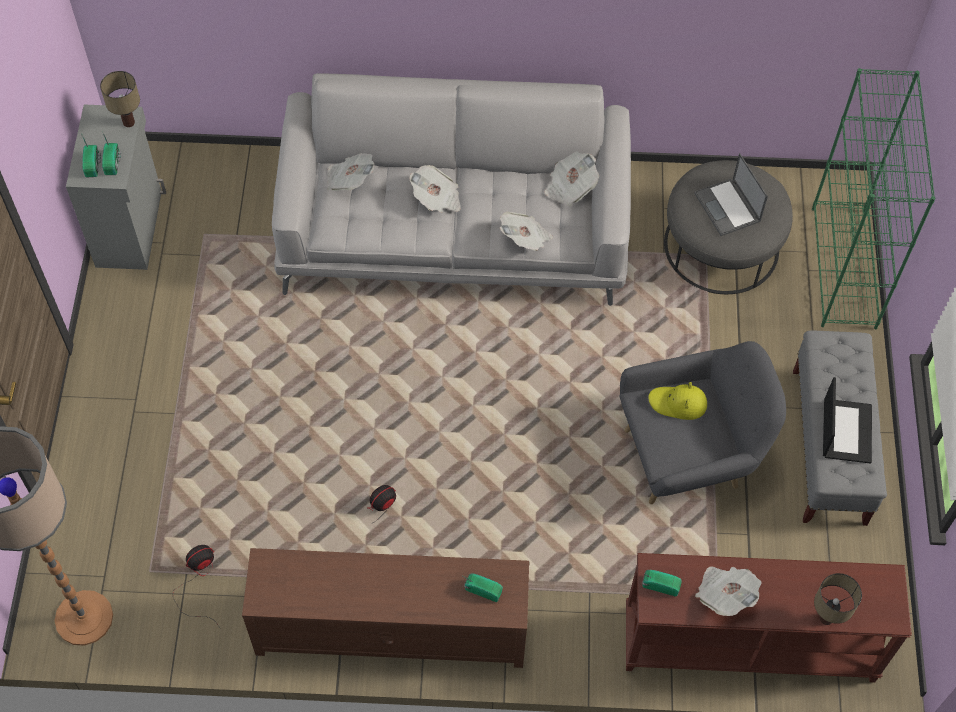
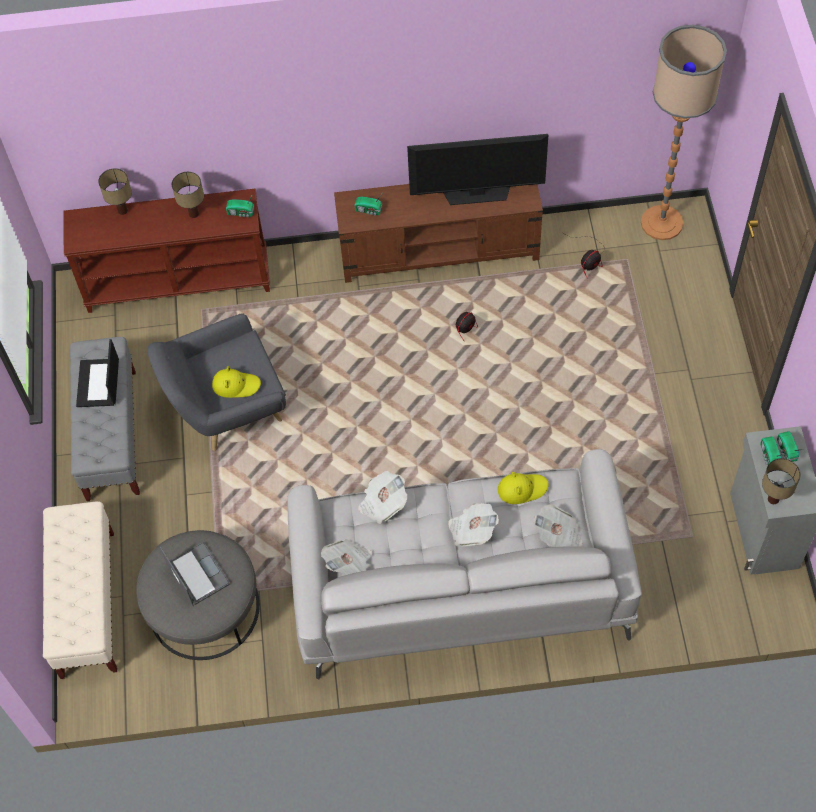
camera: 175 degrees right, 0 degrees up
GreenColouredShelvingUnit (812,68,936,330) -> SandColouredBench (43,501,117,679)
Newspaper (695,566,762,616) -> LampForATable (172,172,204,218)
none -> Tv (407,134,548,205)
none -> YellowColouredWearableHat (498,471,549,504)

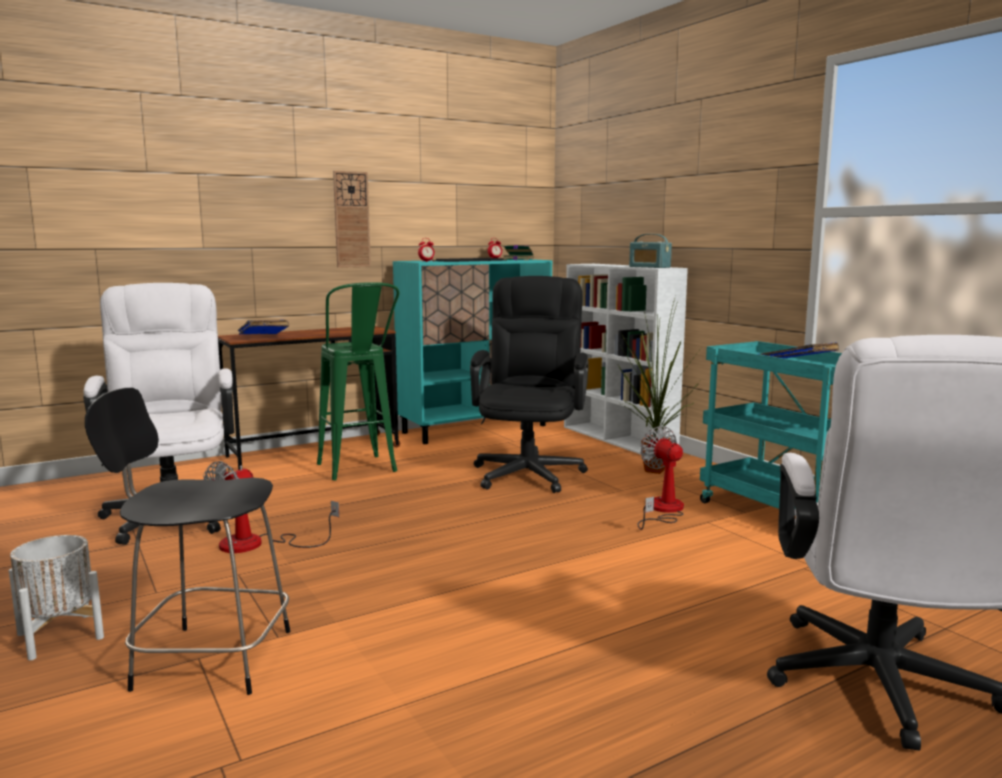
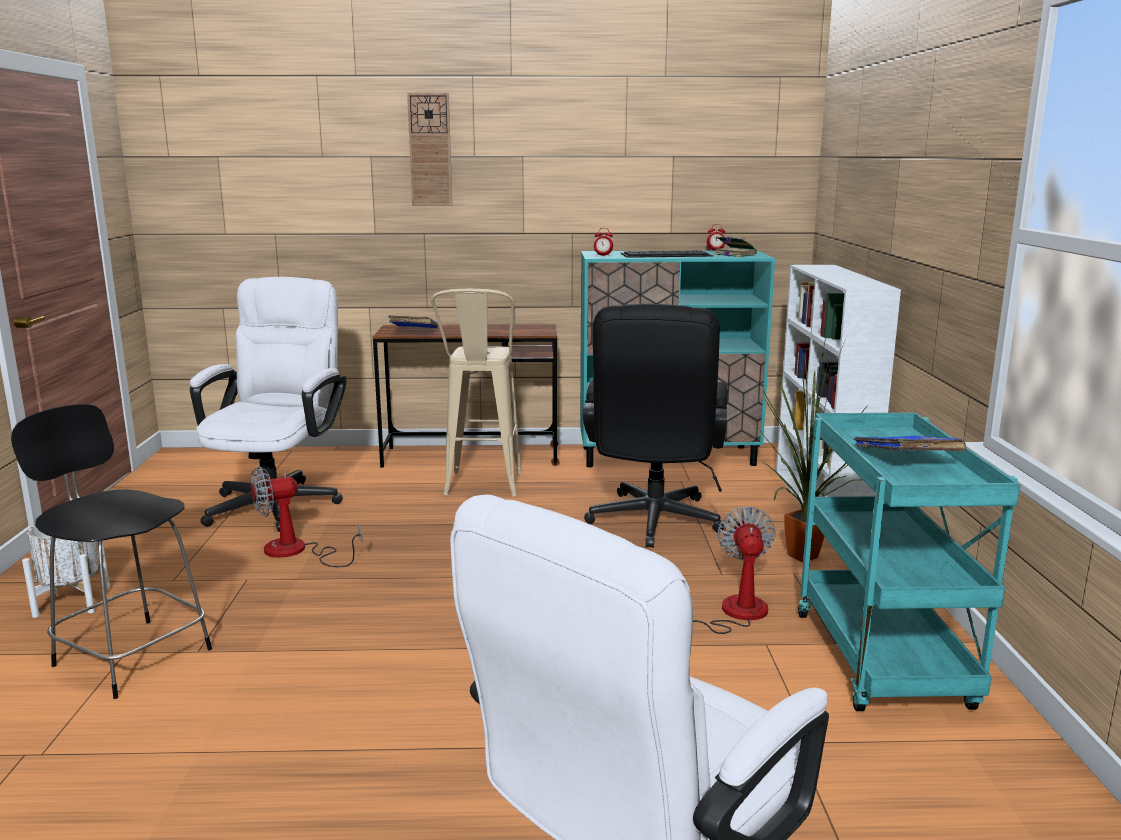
camera: 30 degrees right, 5 degrees up
ClockOnTheWall (333,171,371,268) -> ClockOnTheWall (407,93,452,206), move
GreenColouredStoolSeat (317,282,399,480) -> SandColouredStoolSeat (431,289,522,497)
BlackishComputerChair (470,276,589,493) -> BlackishComputerChair (583,304,728,548), 150 degrees clockwise
RadioSet (629,234,672,268) -> none

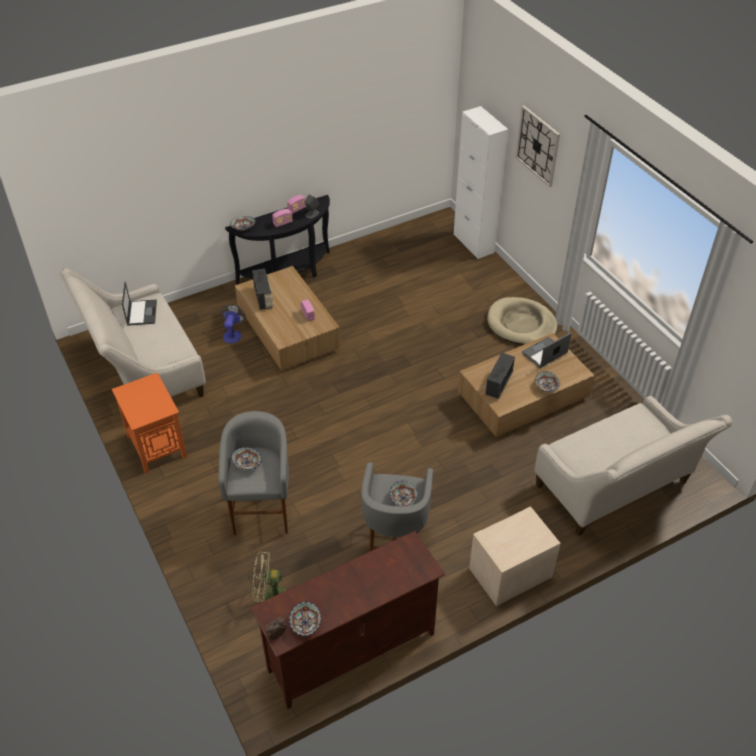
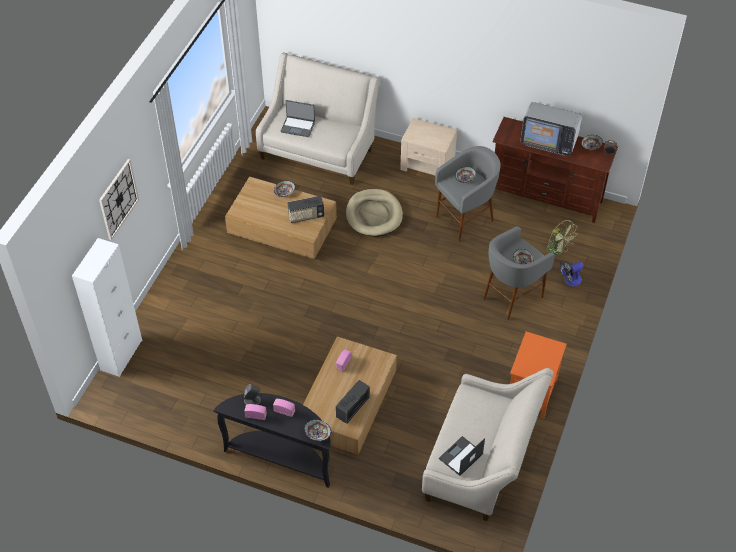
camera: 130 degrees left, 5 degrees up
PortableComputer (522,332,572,368) -> PortableComputer (281,100,315,137), move
SandColouredDogBed (487,297,558,345) -> SandColouredDogBed (346,189,403,236), move
none -> Tv (521,102,582,156)
Fan (221,305,246,343) -> Fan (559,261,583,286), move

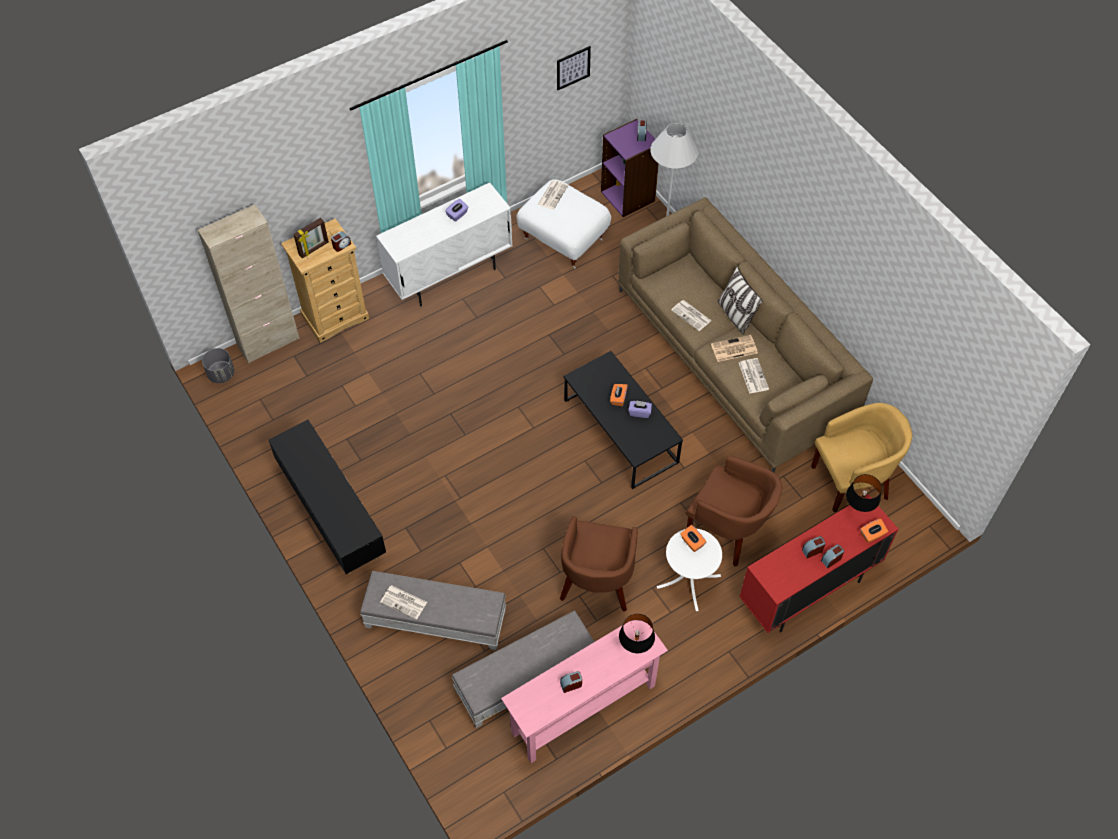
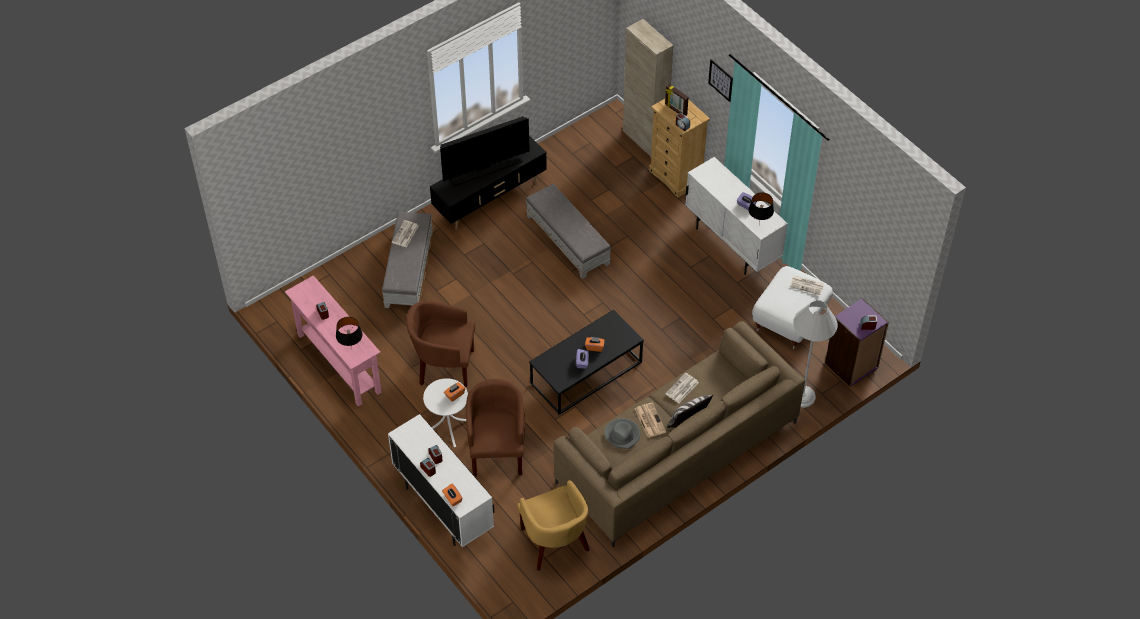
camera: 85 degrees right, 5 degrees down
RedCabinet (739,494,899,633) -> WhiteColouredCabinet (388,414,494,547)
none -> Tv (440,116,530,186)
BrownArmchair (686,456,782,567) -> BrownArmchair (466,379,525,477), 150 degrees clockwise
GreyFootrest (452,611,594,728) -> GreyFootrest (526,184,611,279), move
Newspaper (739,358,769,394) -> GreyWearableHat (605,418,640,449)
Picture (557,46,591,90) -> Picture (708,59,733,102), move
BlackishLampForATable (846,474,882,512) -> BlackishLampForATable (749,192,774,225), move
GreyFlowerPot (202,348,235,383) -> none

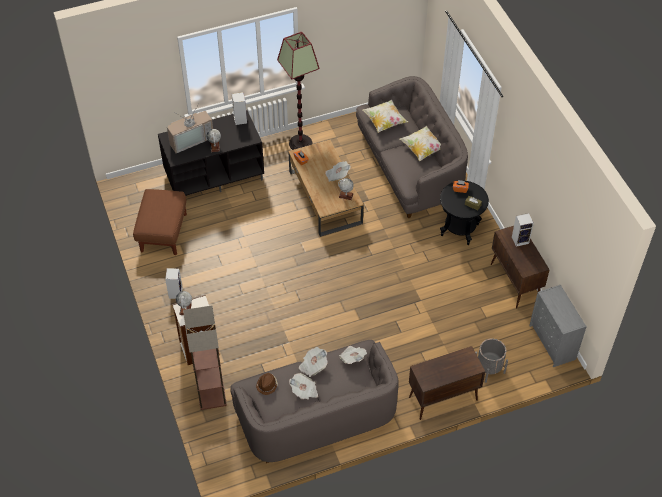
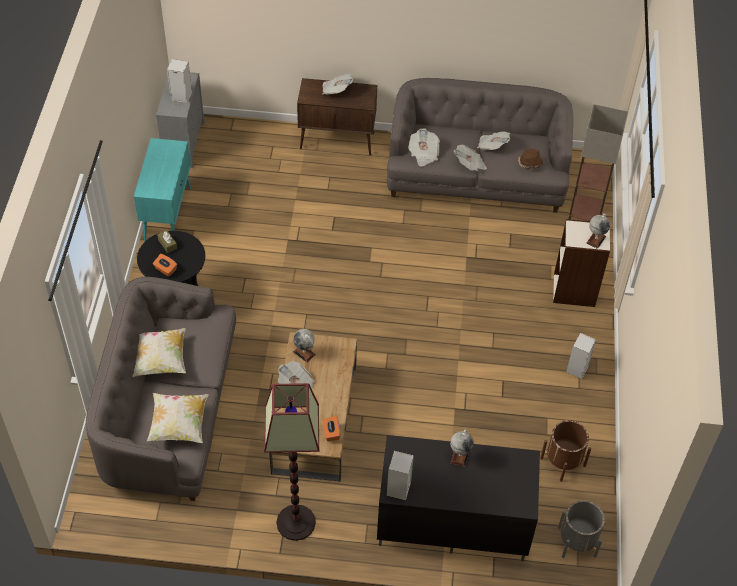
camera: 155 degrees left, 0 degrees up
BrownCabinet (491,226,550,309) -> TurquoiseColouredCabinet (134,138,191,242)
Speaker (512,213,534,247) -> Speaker (167,59,192,103), move
none -> Newspaper (322,74,353,95)
BrownFootrest (133,189,187,255) -> BrownFlowerPot (540,420,591,482)
GreyFlowerPot (475,338,508,383) -> GreyFlowerPot (558,500,605,558), move
Tv (167,102,213,153) -> none

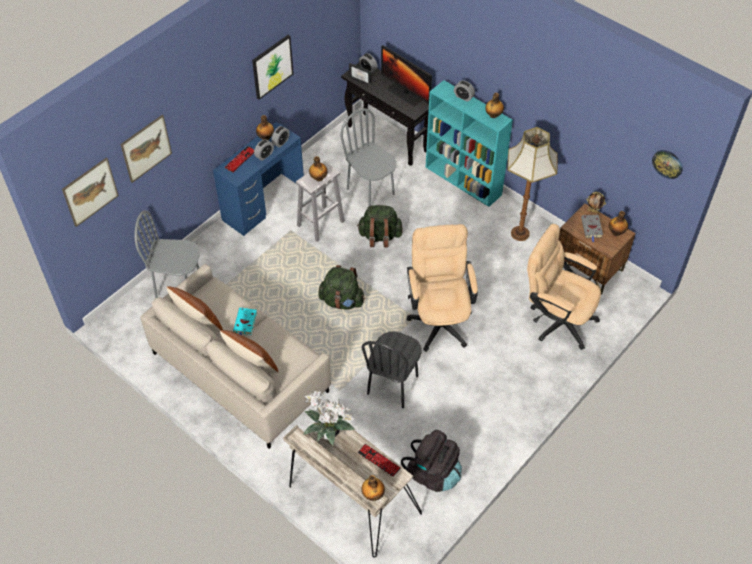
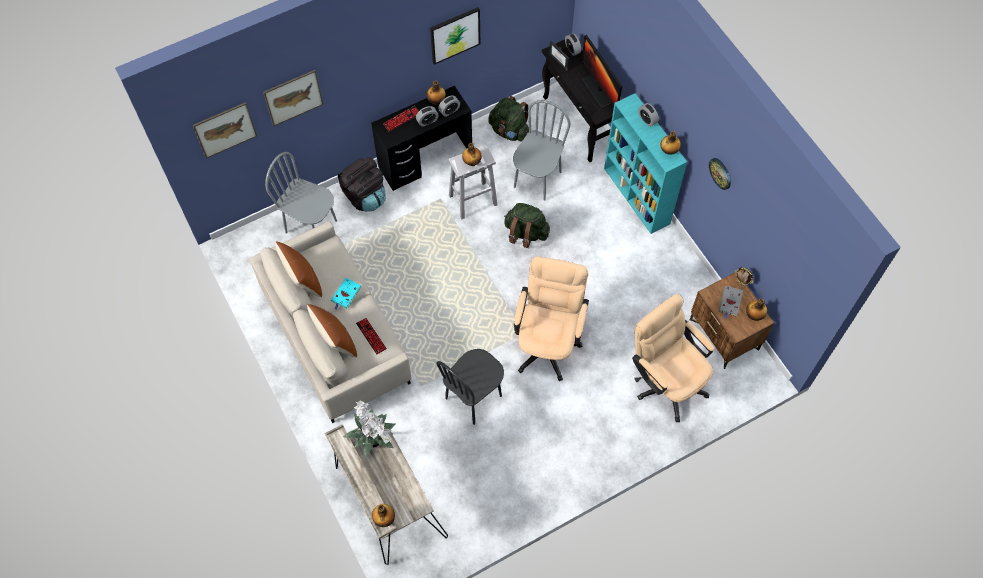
camera: 20 degrees right, 10 degrees up
BlackishKnapsack (401,430,462,492) -> BlackishKnapsack (338,157,386,212), move
ComputerKeyboard (358,444,401,477) -> ComputerKeyboard (356,318,387,354), move
BluishDeskUnit (213,122,304,236) -> BlackishDeskUnit (371,86,472,191)
GreenColouredKnapsack (318,265,365,310) -> GreenColouredKnapsack (488,96,529,142), move
GreyChair (340,108,397,206) -> GreyChair (513,100,570,201), 45 degrees clockwise
ClockOnTheWall (652,150,683,179) -> ClockOnTheWall (709,158,731,190), move
StandardLamp (507,127,557,241) -> none

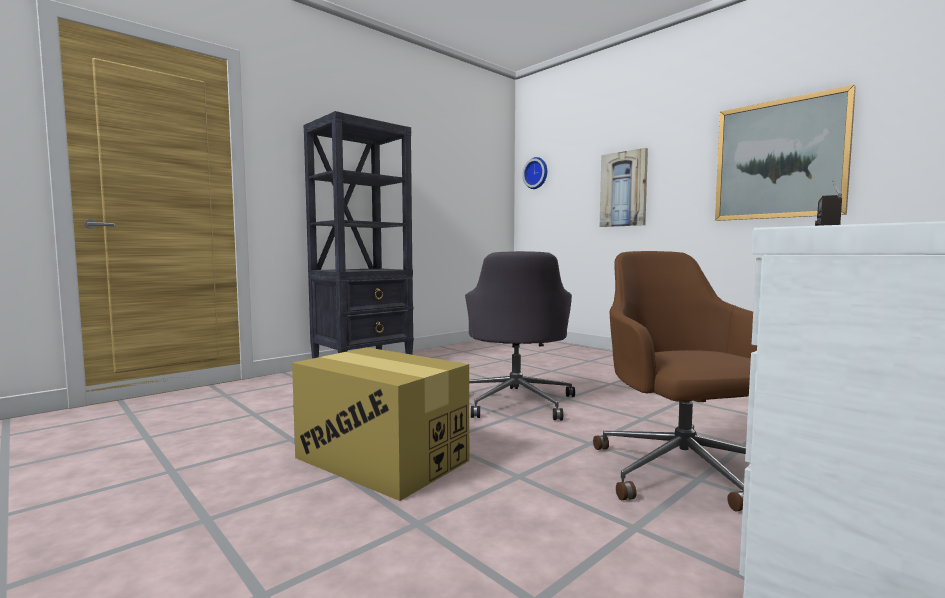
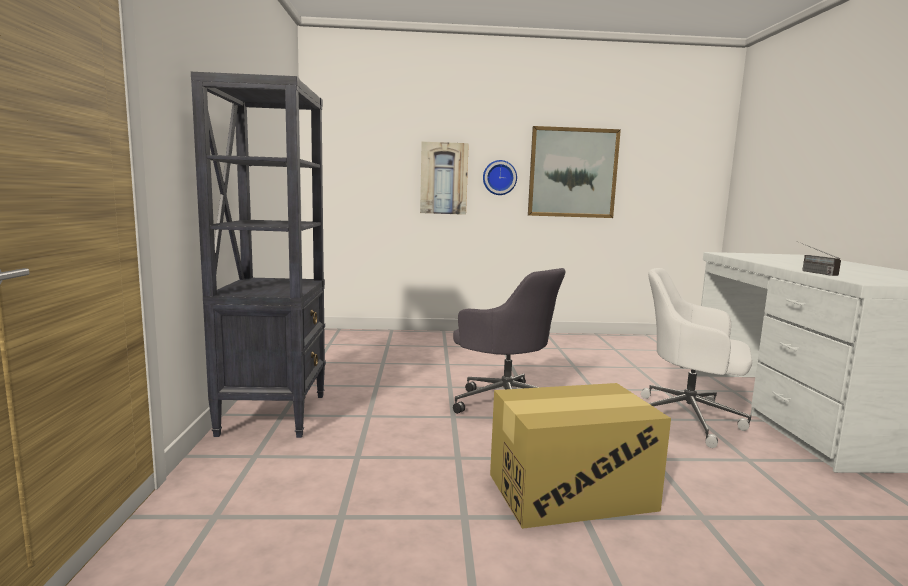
camera: 50 degrees left, 5 degrees up
ClockOnTheWall (522,157,547,189) -> ClockOnTheWall (483,160,517,195), move
BrownComputerChair (593,251,757,511) -> WhiteColouredComputerChair (641,268,752,448)

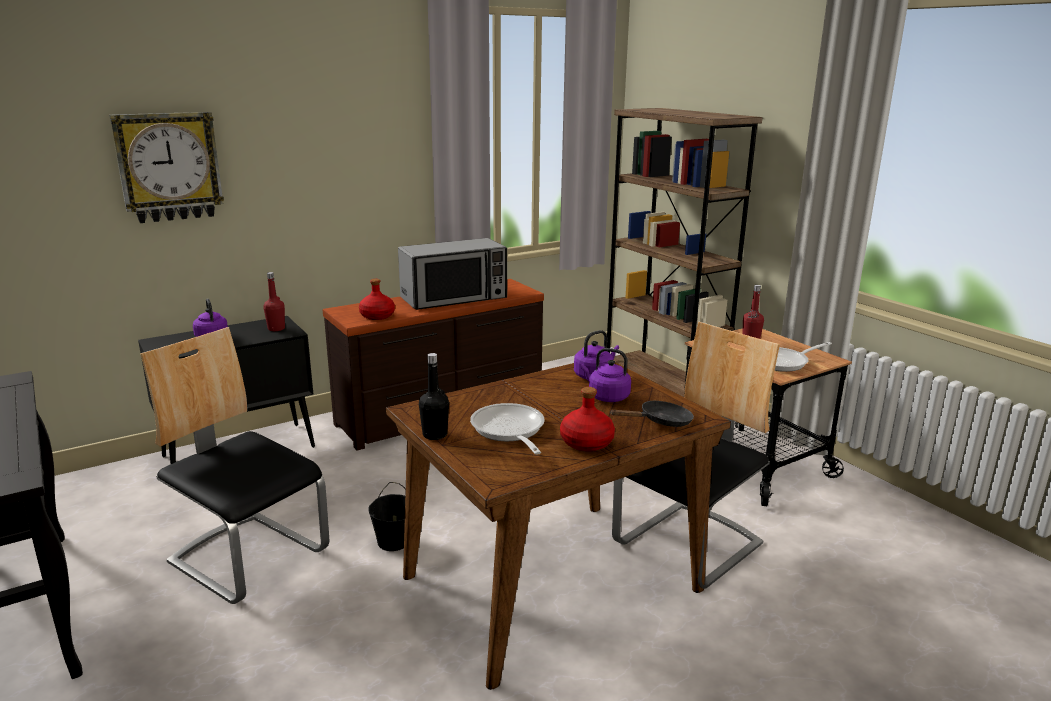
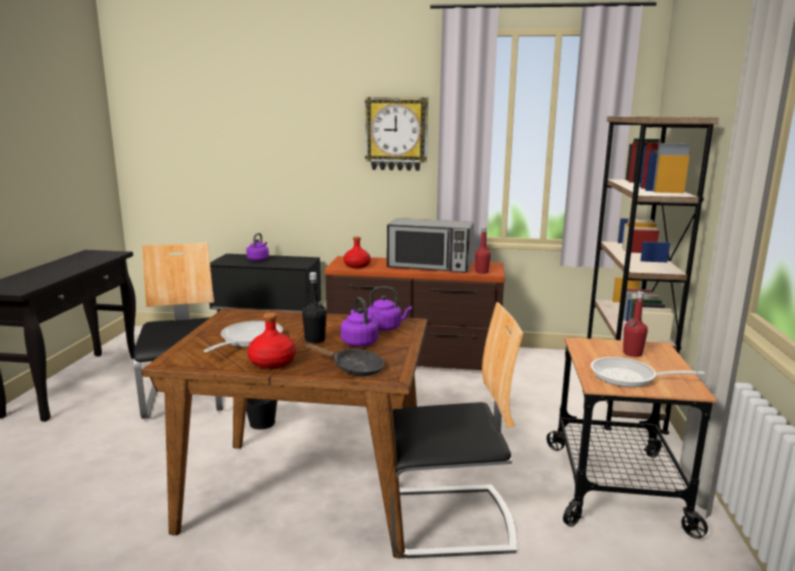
camera: 40 degrees right, 5 degrees down
BlackishBottle (419,353,449,440) -> BlackishBottle (302,272,327,343), move
ClockOnTheWall (109,112,224,223) -> ClockOnTheWall (365,97,428,171), move
RedBottle (263,272,285,331) -> RedBottle (475,227,491,274), move

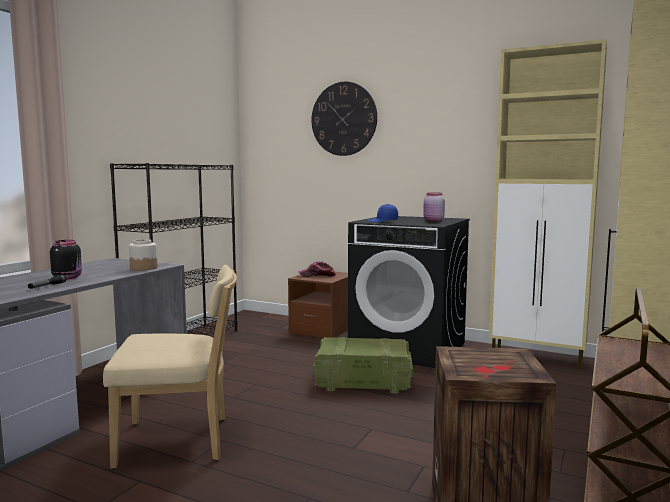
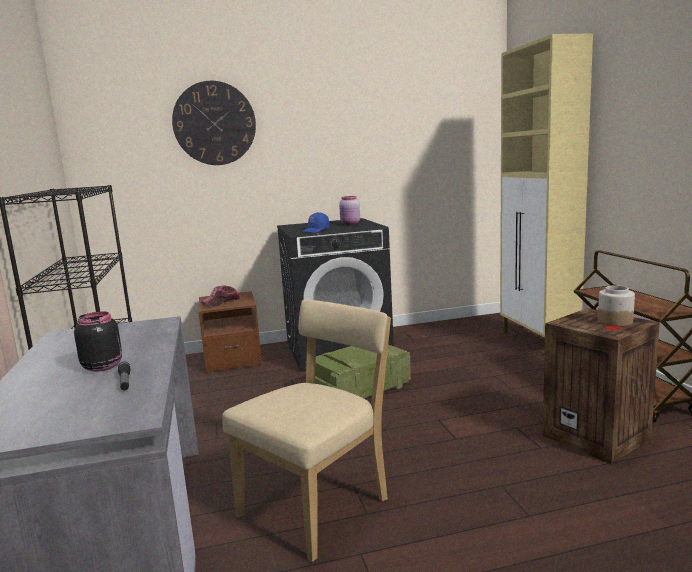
camera: 40 degrees left, 5 degrees up
PreserveJar (129,239,157,271) -> PreserveJar (598,285,635,326), move
SandColouredCabinet (489,39,607,370) -> none

